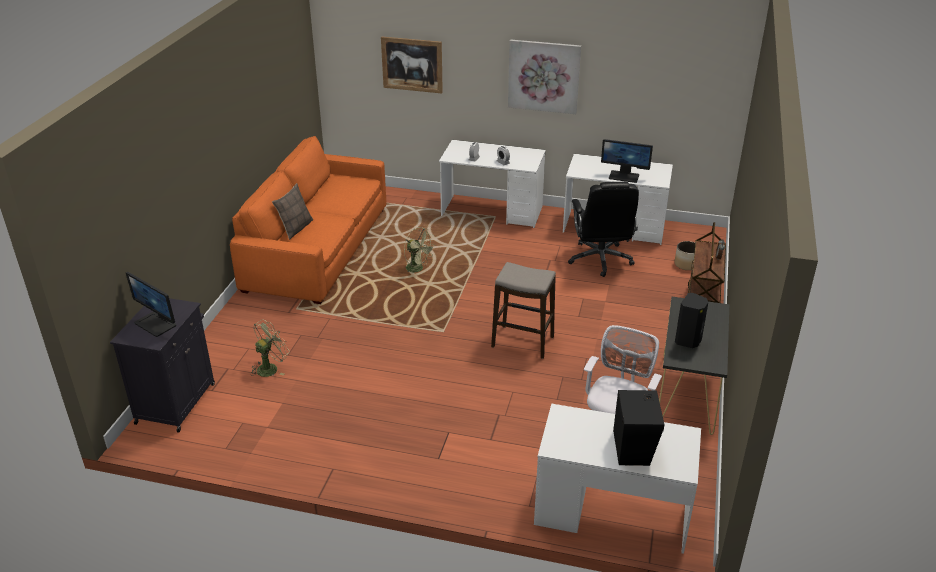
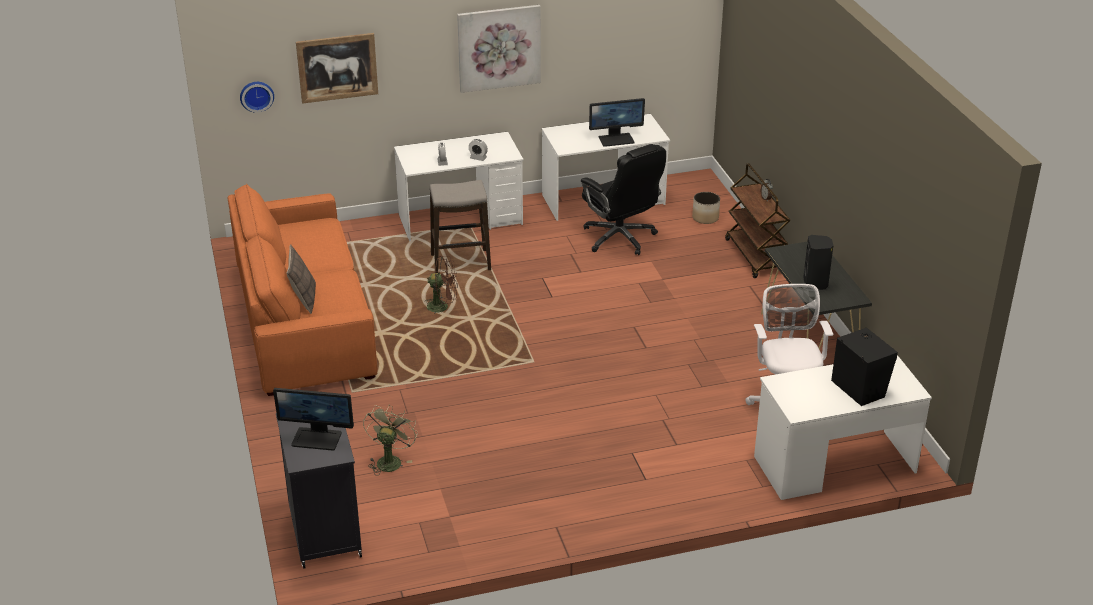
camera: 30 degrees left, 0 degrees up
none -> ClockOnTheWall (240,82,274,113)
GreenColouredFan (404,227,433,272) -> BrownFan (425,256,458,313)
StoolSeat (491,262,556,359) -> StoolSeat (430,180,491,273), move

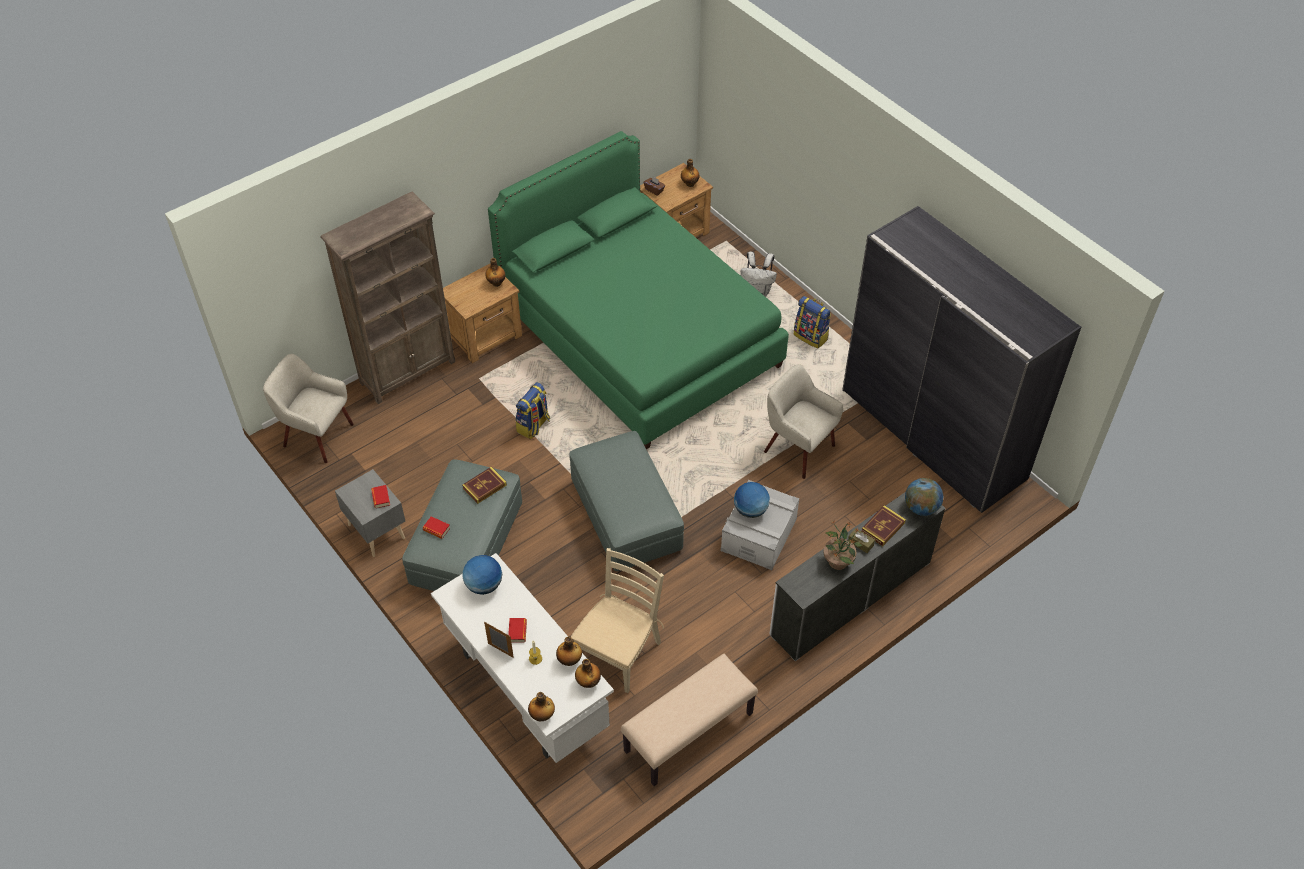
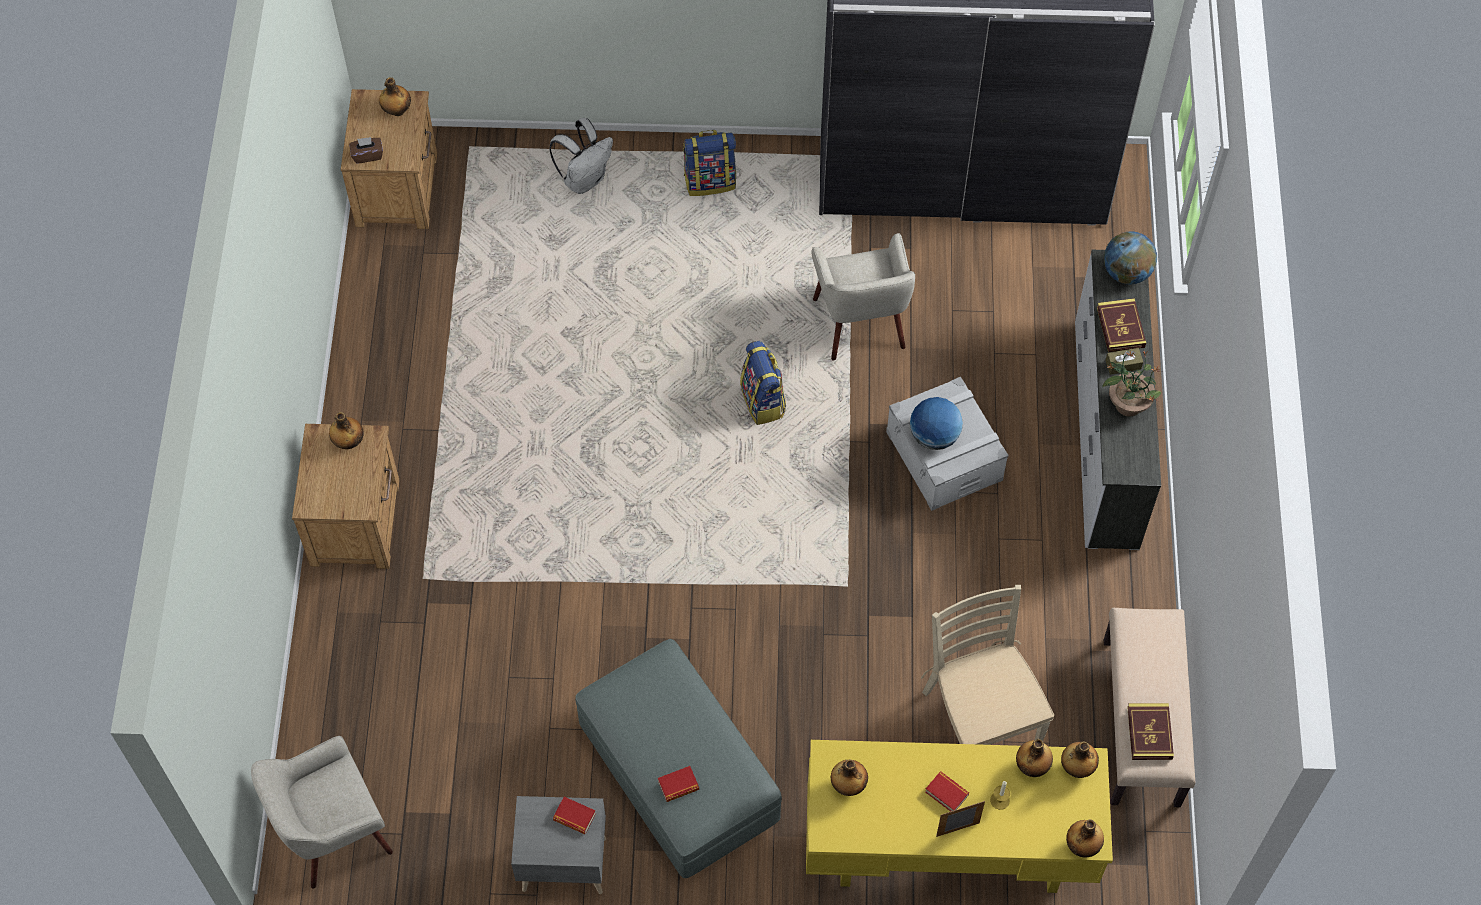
camera: 50 degrees left, 10 degrees up
Knapsack (516,382,550,439) -> Knapsack (740,341,786,425), move
WhiteColouredDeskUnit (431,553,614,763) -> YellowColouredDeskUnit (806,740,1113,893)
SandColouredArmchair (764,365,843,479) -> SandColouredArmchair (811,233,915,361), 90 degrees counterclockwise
WorldGlobe (463,555,502,595) -> Bottle (831,759,868,796)
Book (462,467,507,504) -> Book (1127,703,1174,760), move
BrownShelvingUnit (320,192,455,404) -> none
GreenColouredSleepingBed (488,131,789,449) -> none
GreyFootrest (569,431,684,571) -> none

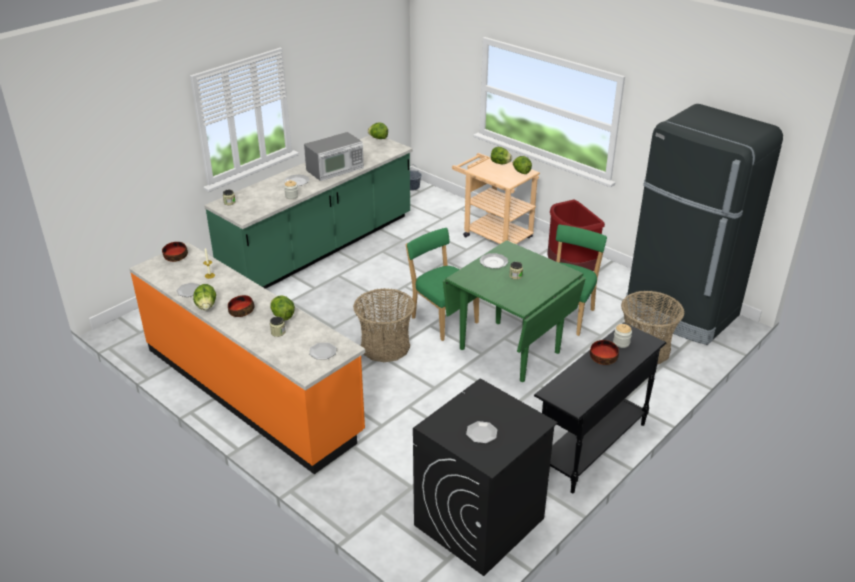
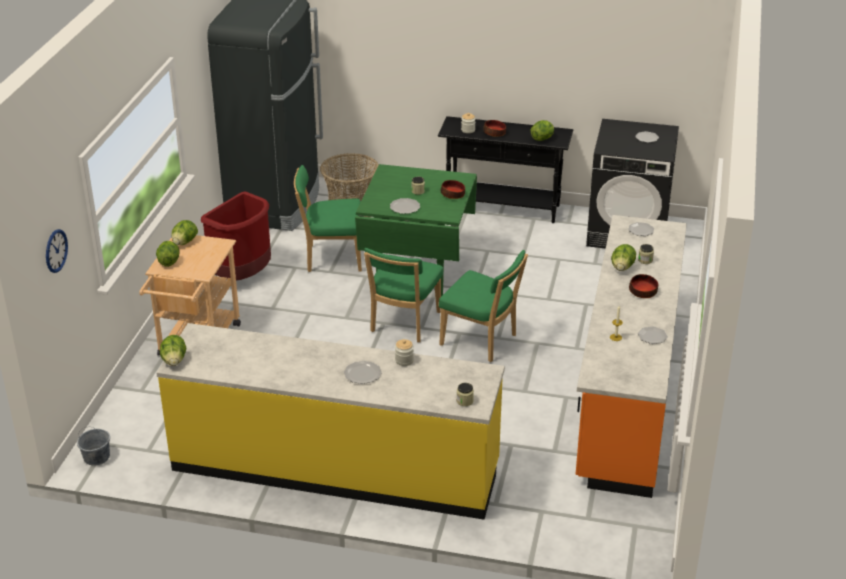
camera: 120 degrees left, 0 degrees up
none -> ClockOnTheWall (46,229,68,273)
GreenColouredKitchenBaseUnit (204,135,413,289) -> YellowColouredKitchenBaseUnit (156,323,505,520)
StorageBasket (353,288,415,362) -> GreenColouredChair (439,250,528,362)
Bowl (162,242,188,262) -> Bowl (441,180,465,199), move
LettuceHead (193,284,216,310) -> LettuceHead (531,120,554,141), move
MicrowaveOven (304,132,364,181) -> none

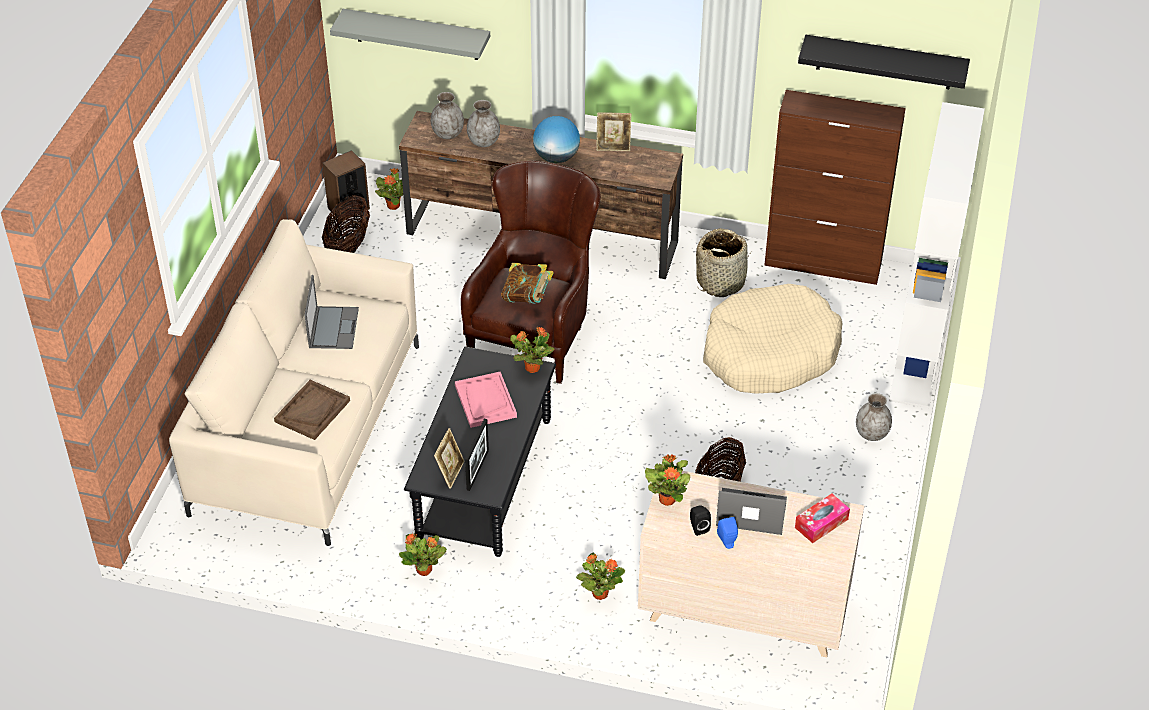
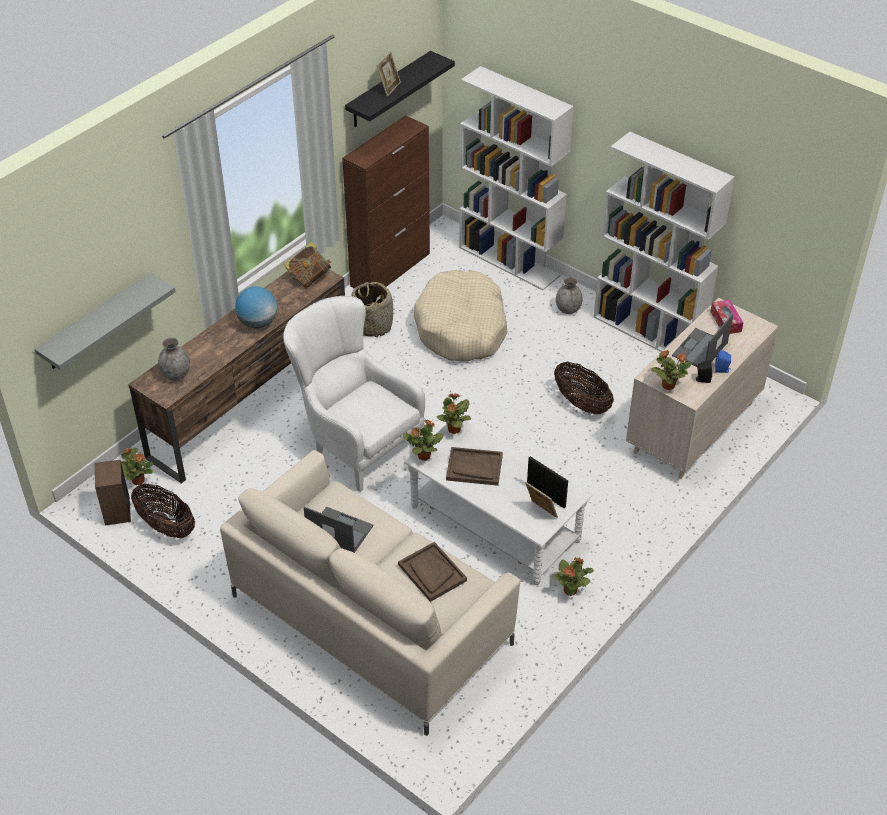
camera: 65 degrees left, 0 degrees up
BrownArmchair (461,160,601,384) -> WhiteColouredArmchair (283,296,425,492)
Book (501,263,554,304) -> Book (284,241,331,289), move
PhotoFrame (596,112,631,151) -> PhotoFrame (377,52,401,97), move
PlantInAPot (576,553,625,600) -> PlantInAPot (403,420,444,461), move
BlackishLowTable (404,346,556,557) -> WhiteColouredLowTable (404,421,593,585)
PinkServingTray (455,372,517,428) -> BrownServingTray (446,447,503,486)
none -> WhiteColouredShelvingUnit (593,132,735,352)
GreyDecorativeVase (467,100,500,147) -> none

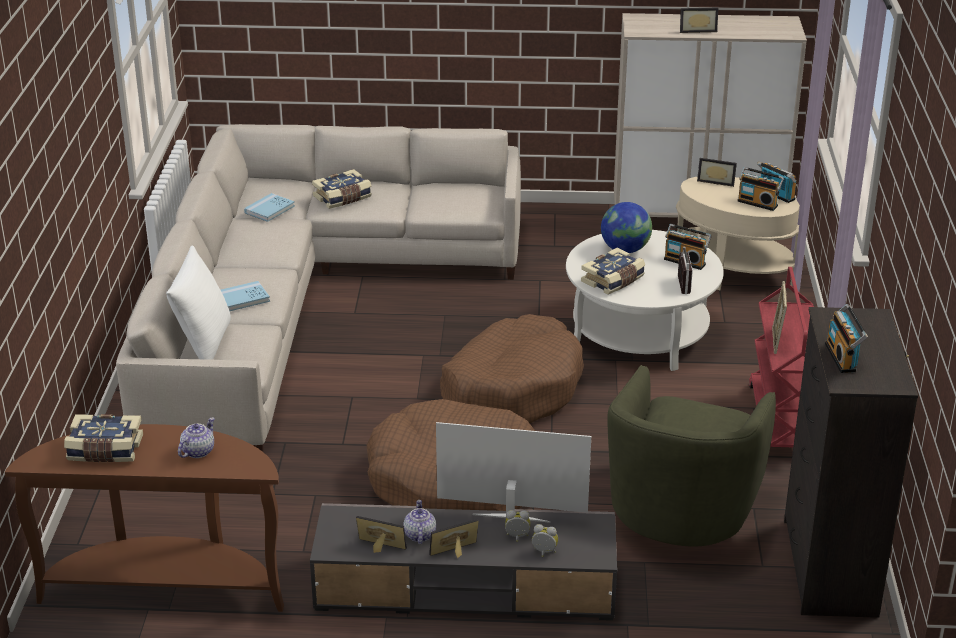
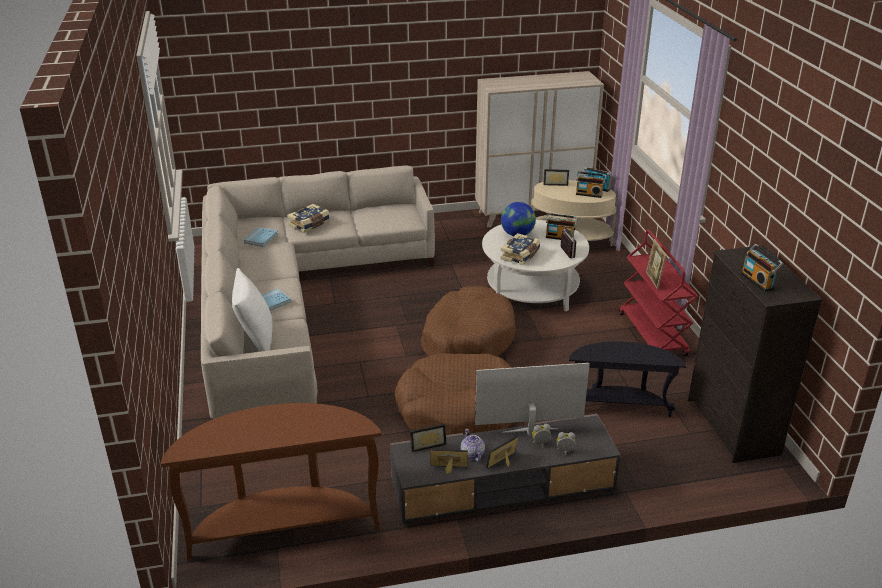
camera: 15 degrees left, 0 degrees up
PhotoFrame (680,8,718,33) -> PhotoFrame (410,424,447,453), move
GreenColouredArmchair (607,365,776,547) -> BlackishEndTable (569,341,686,417)
Book (64,414,143,462) -> none
TeaPot (178,418,215,458) -> none

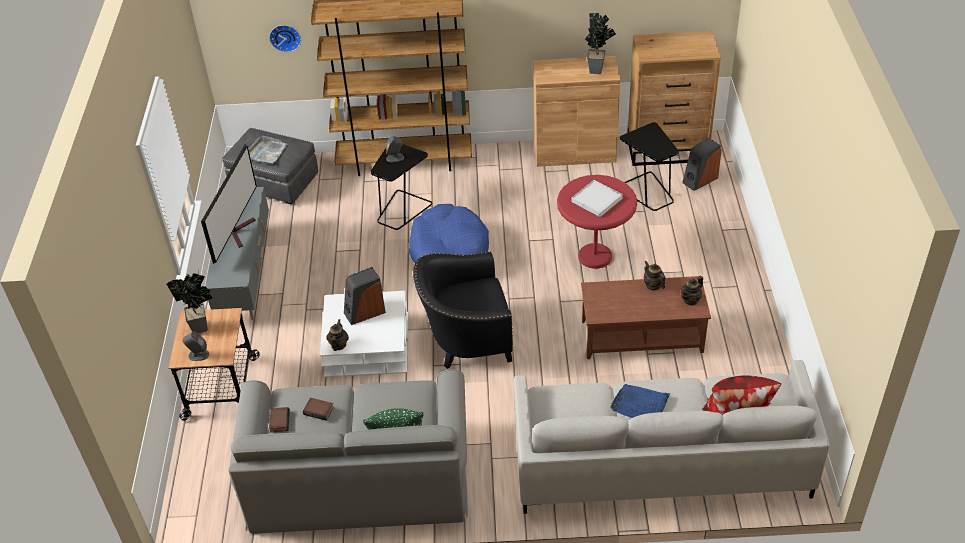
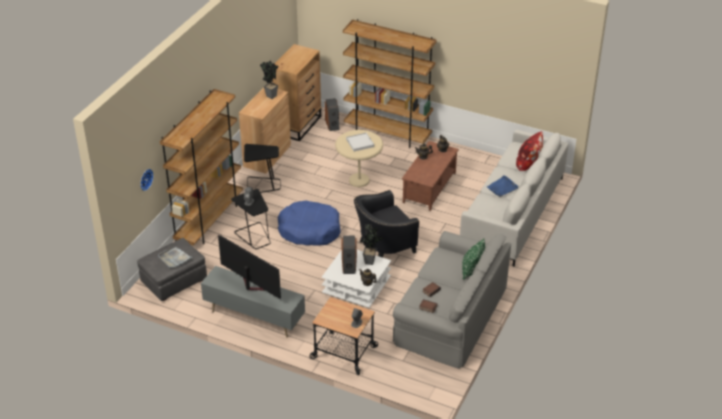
camera: 65 degrees left, 5 degrees down
BlackishEndTable (620,122,678,211) -> BlackishEndTable (244,144,281,193), move
RedEndTable (557,175,637,269) -> SandColouredEndTable (335,130,383,187)
none -> BrownShelvingUnit (343,19,436,148)
BlackishArmchair (413,251,513,369) -> BlackishArmchair (354,190,419,257), 45 degrees clockwise
PlantInAPot (167,270,213,333) -> PlantInAPot (362,224,383,265), move

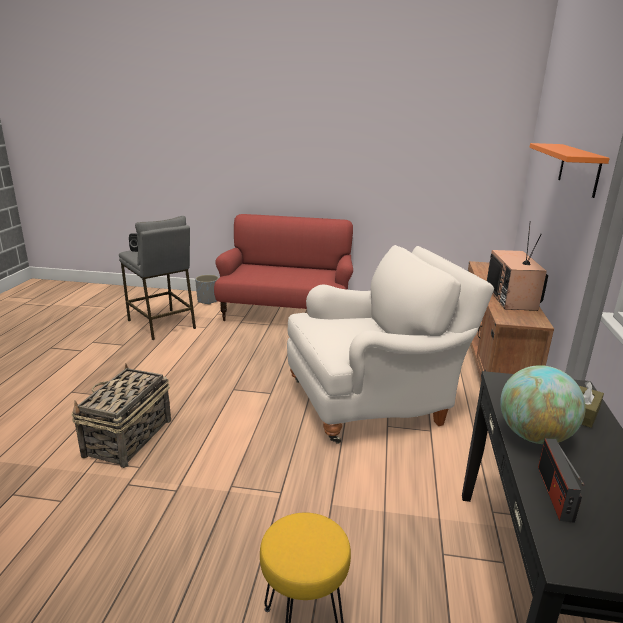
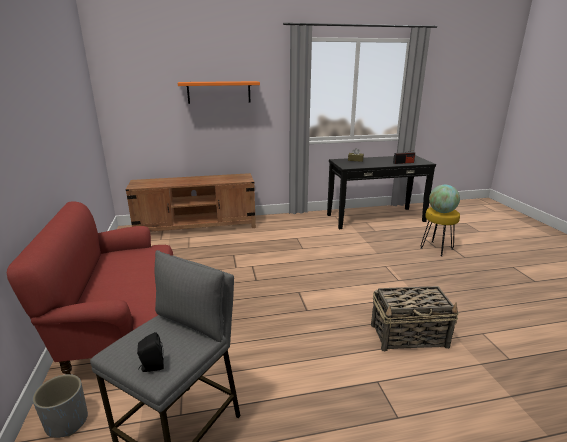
camera: 110 degrees left, 0 degrees up
WorldGlobe (500,365,586,444) -> WorldGlobe (429,185,460,213), move
WhiteColouredArmchair (287,245,494,444) -> none
Tv (487,221,548,311) -> none

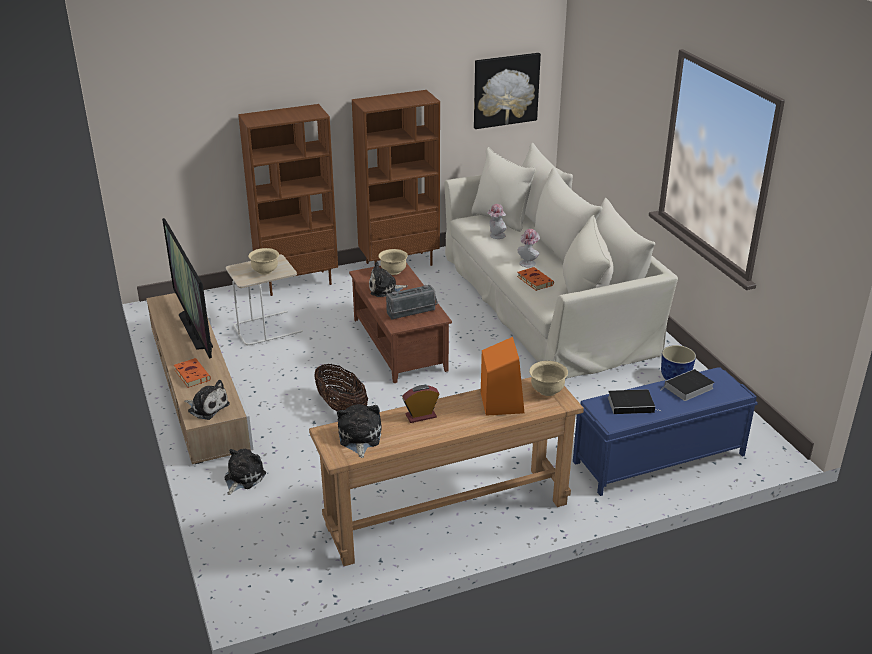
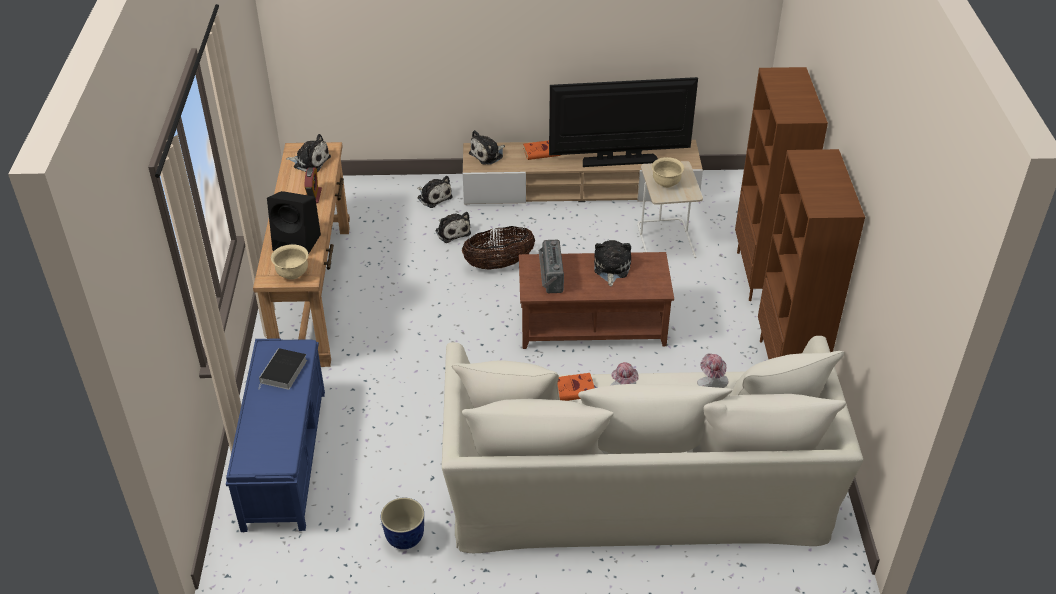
camera: 110 degrees right, 10 degrees up
OrangeColouredSpeaker (481,337,524,416) -> BlackishSpeaker (267,191,321,254)
none -> CuddlyToy (435,212,471,243)
SandColouredBowl (378,249,408,275) -> none
Picture (474,53,541,129) -> none
Book (664,369,715,401) -> none

